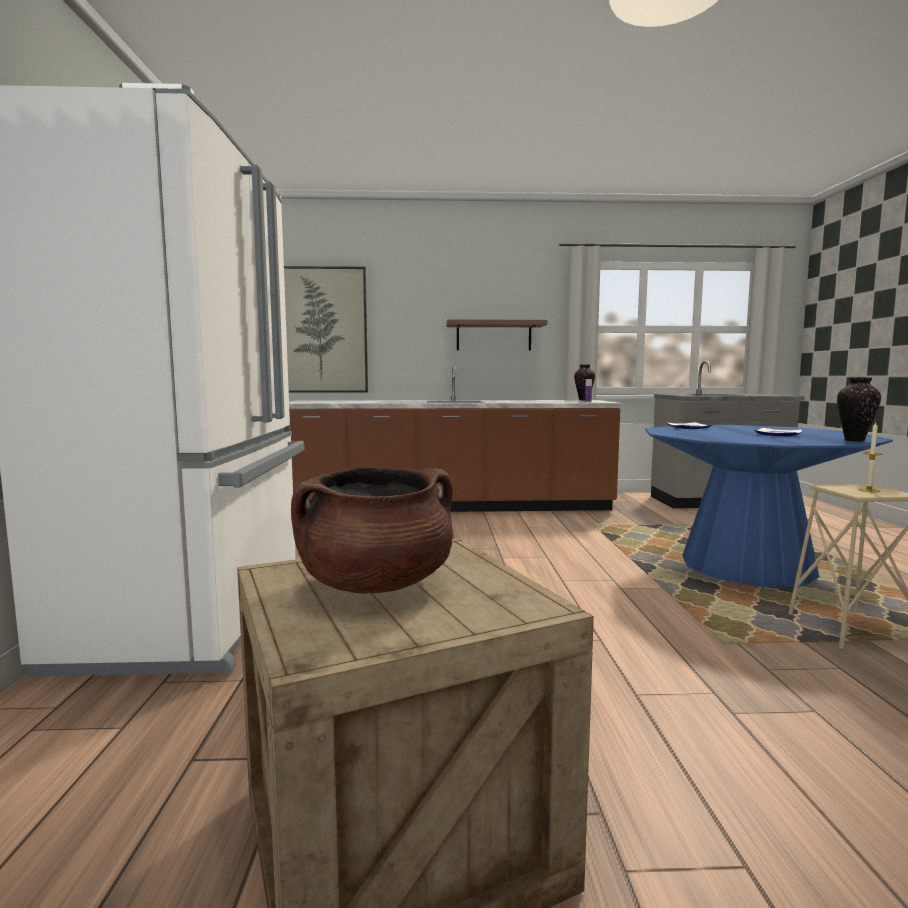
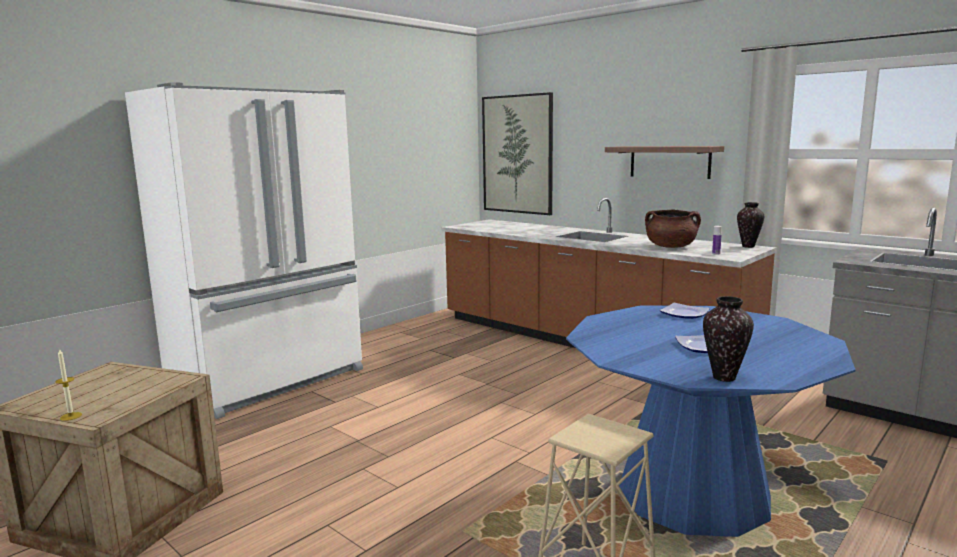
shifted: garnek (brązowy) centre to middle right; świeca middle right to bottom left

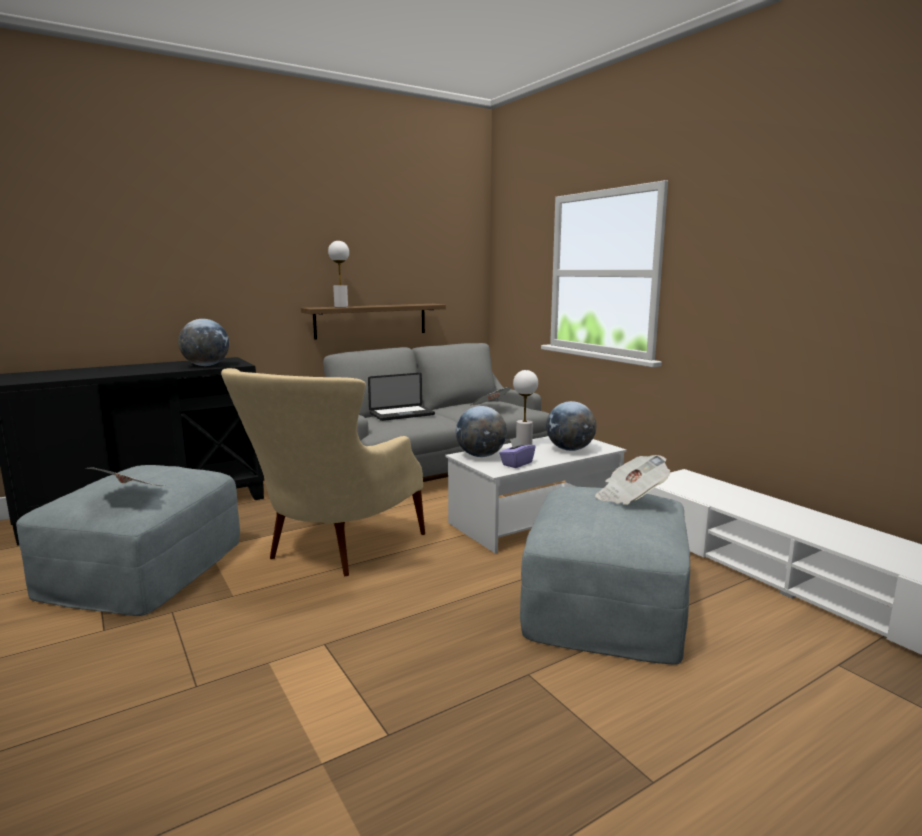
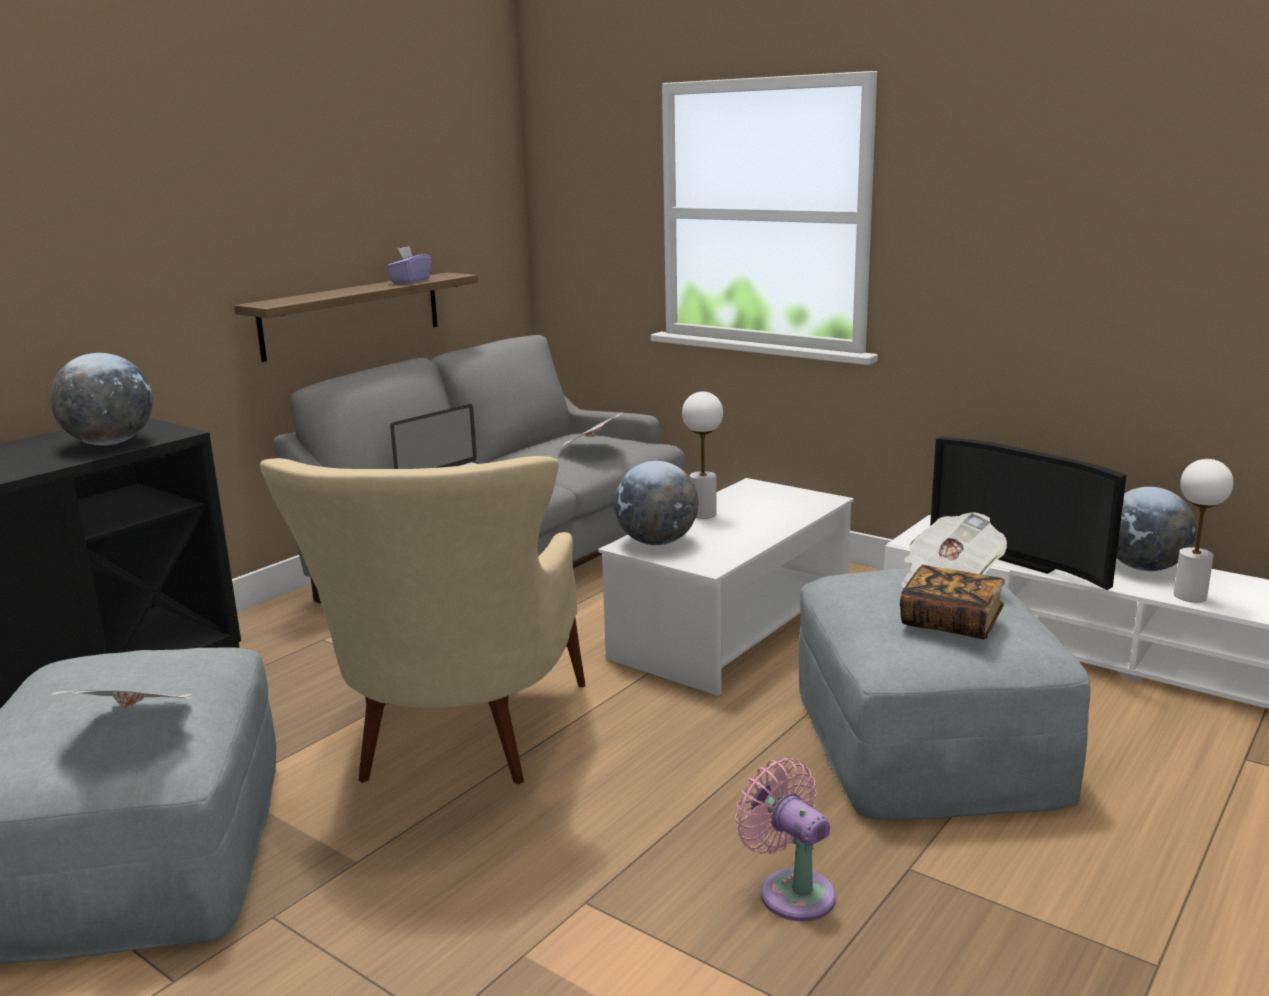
new: wentylator (różowy) bottom centre; książka middle right; telewizor middle right
shifted: lampa stołowa (biały) (no. 1 from left in the first image) top centre to lampa stołowa (biały) (no. 2 from left) middle right; pudełko chusteczek (fioletowy) centre to top left; globus (no. 3 from left) centre to middle right

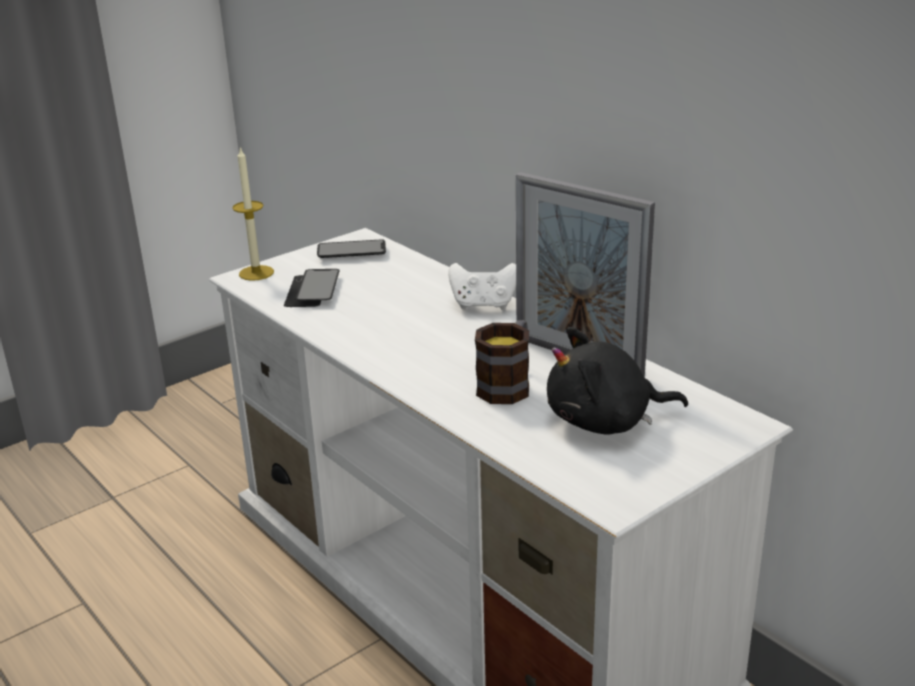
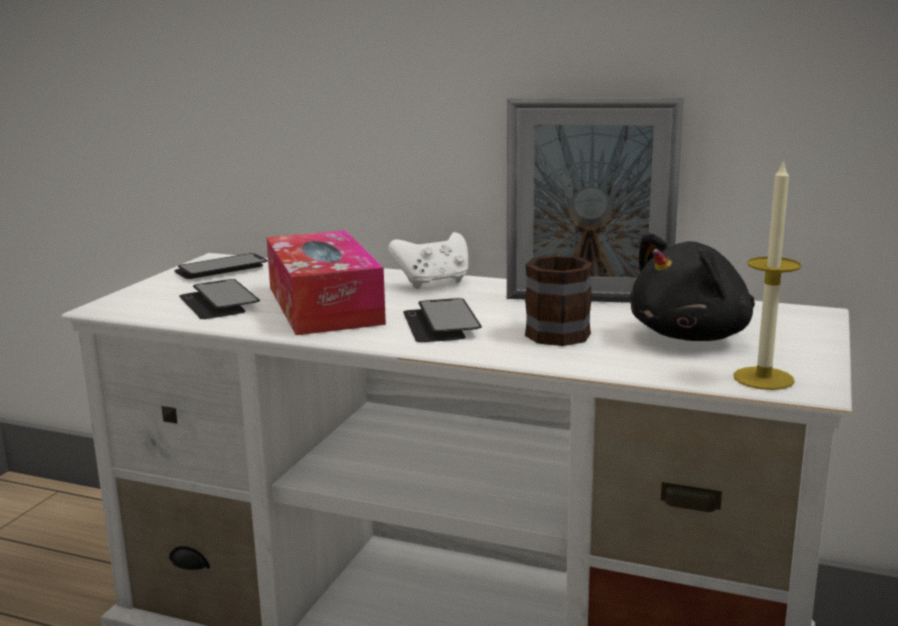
new: pudełko chusteczek centre; telefon (no. 3 from left) centre
shifted: świeca top left to middle right

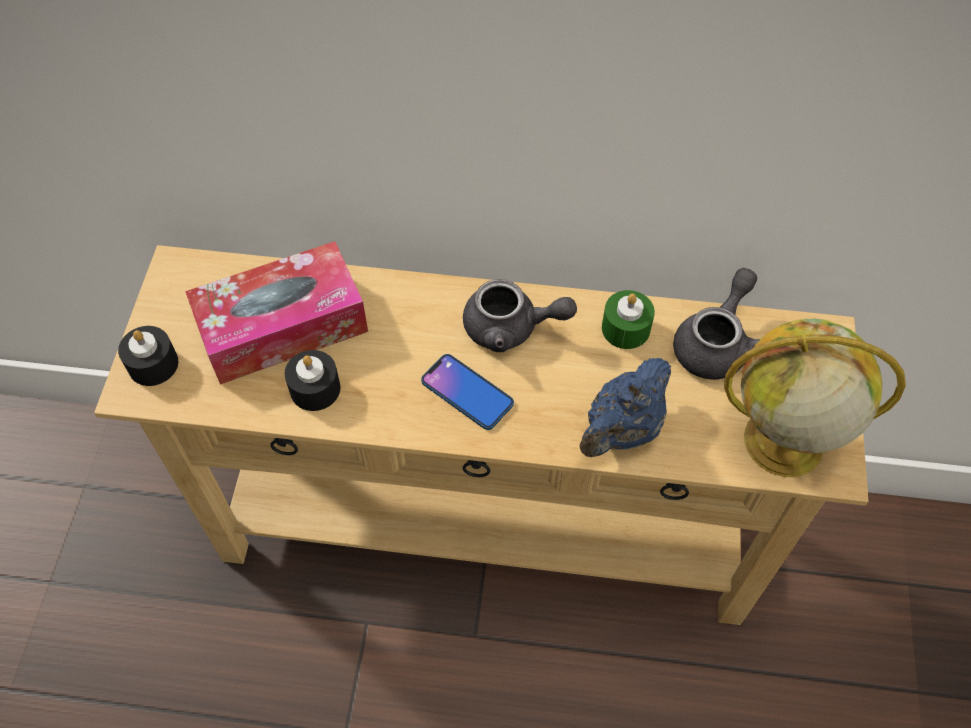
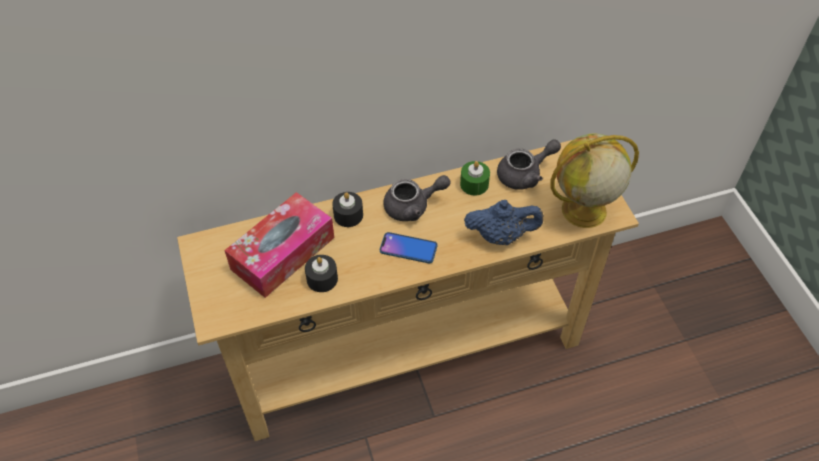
shifted: świeca (czarny) (no. 1 from left in the first image) middle left to świeca (czarny) (no. 2 from left) centre
rotated: imbryk (niebieski) centre = centre 105 degrees counterclockwise; imbryk (szary) (no. 2 from left) middle right = centre 60 degrees clockwise

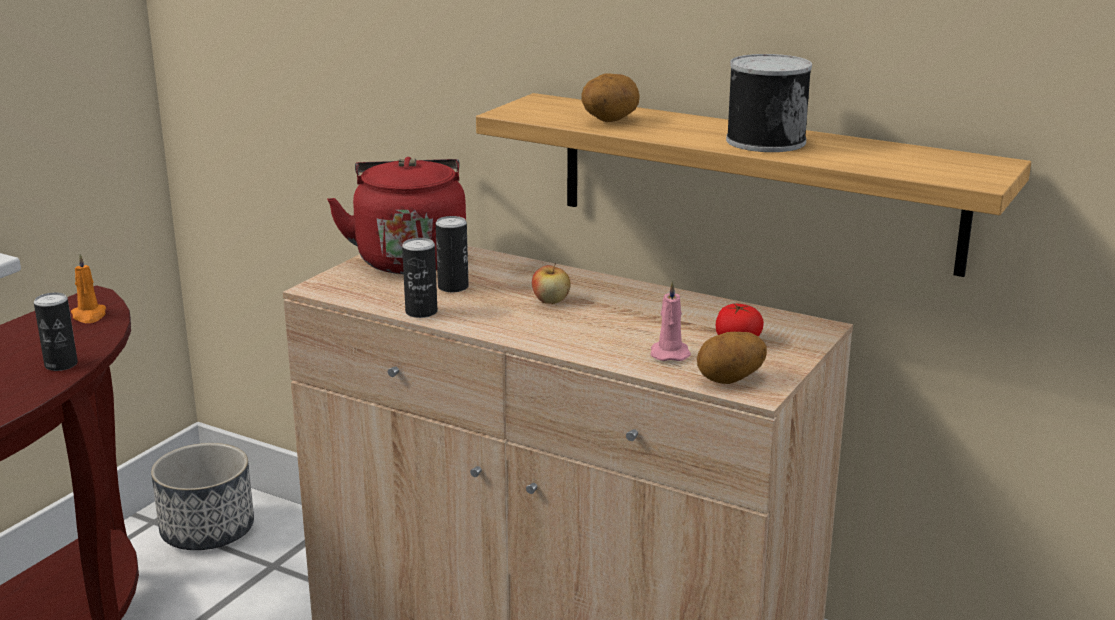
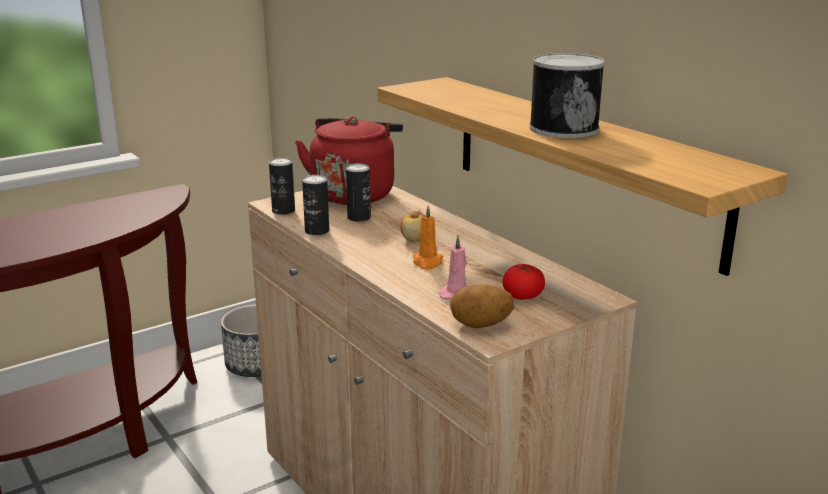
gone: ziemniak (no. 1 from left) top centre
shifted: puszka (no. 1 from left) middle left to centre; świeca (pomarańczowy) middle left to centre

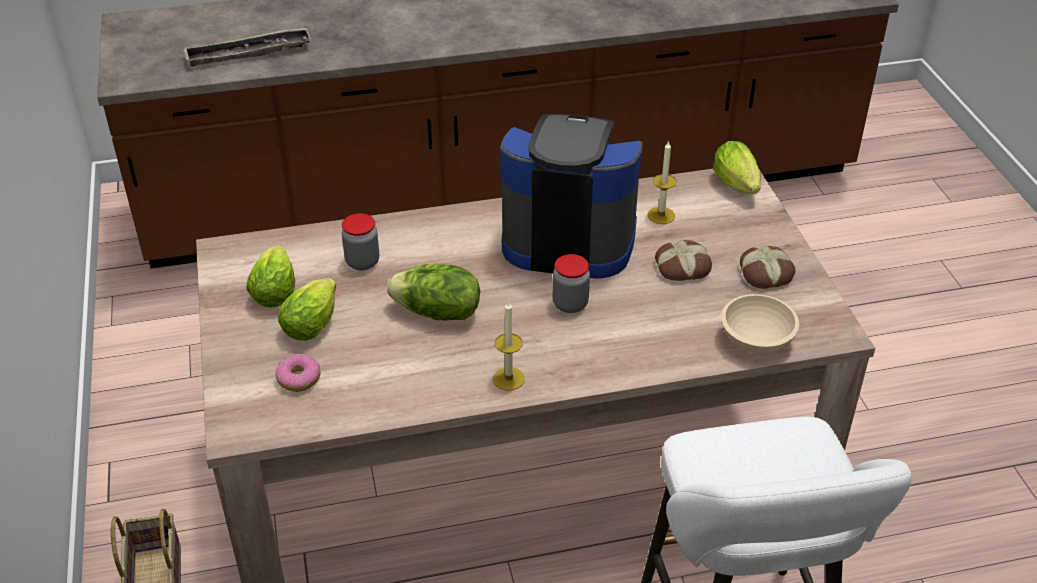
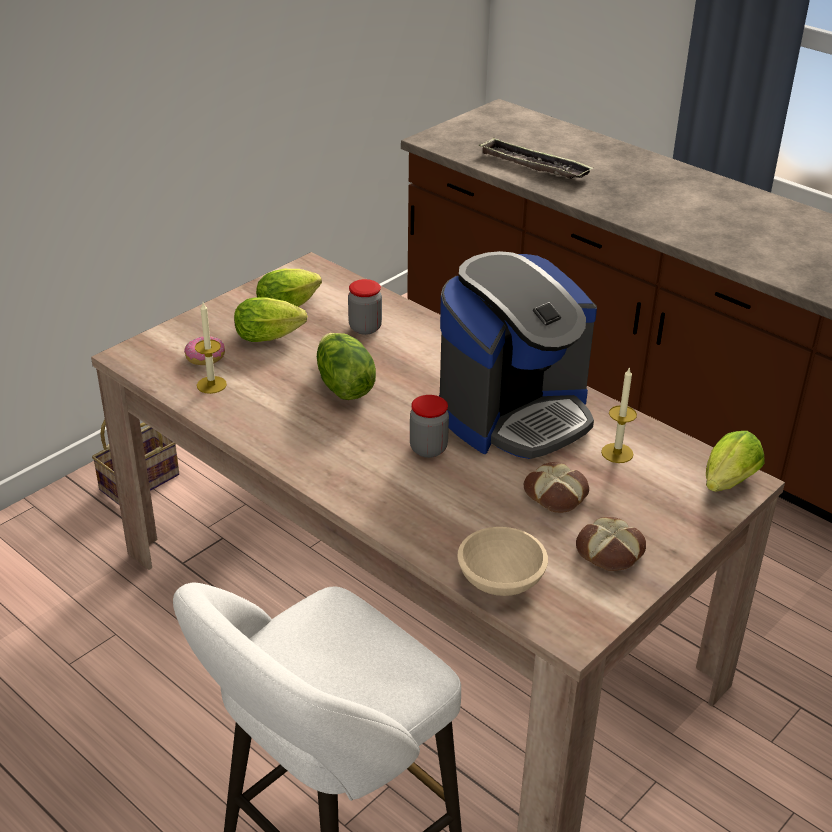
shifted: świeca (no. 1 from left) centre to middle left
rotated: ekspres do kawy centre = centre 75 degrees clockwise

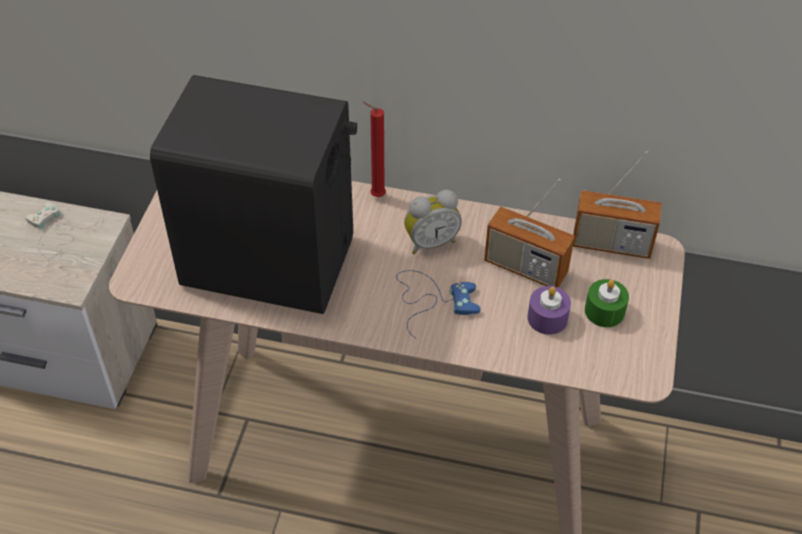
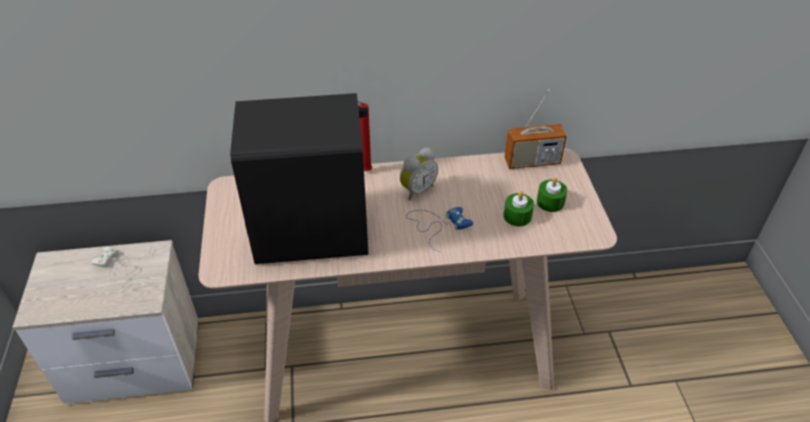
gone: radio (no. 1 from left) centre
repainted: świeca (fioletowy) middle right to świeca (zielony) (no. 1 from left) centre

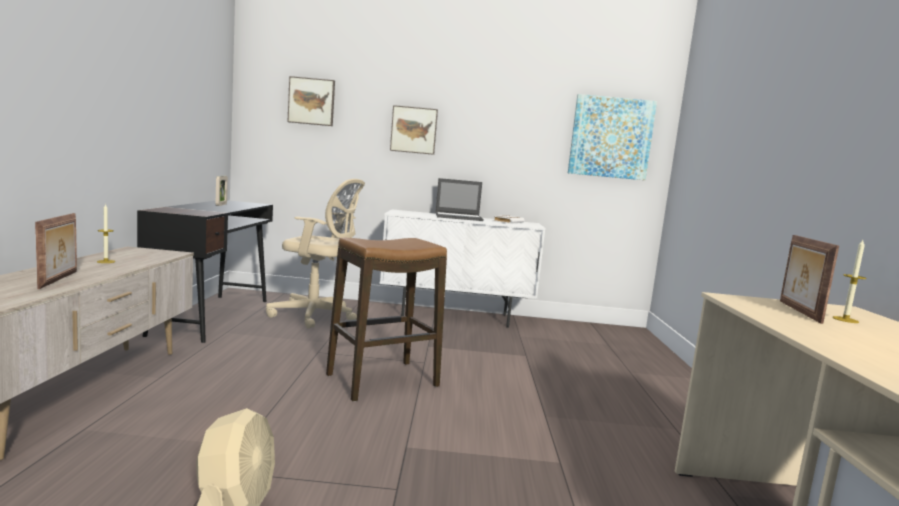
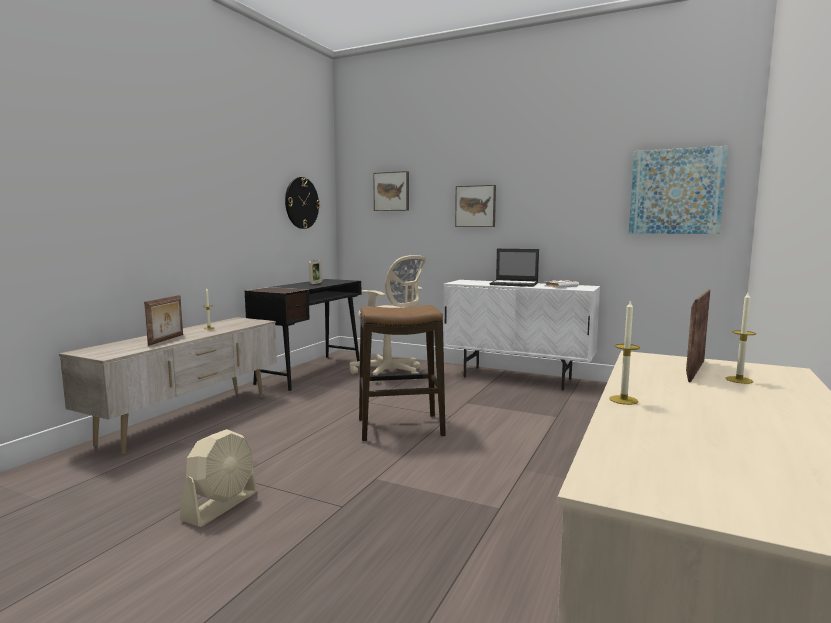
new: zegar ścienny top centre; świeca (no. 2 from left) middle right

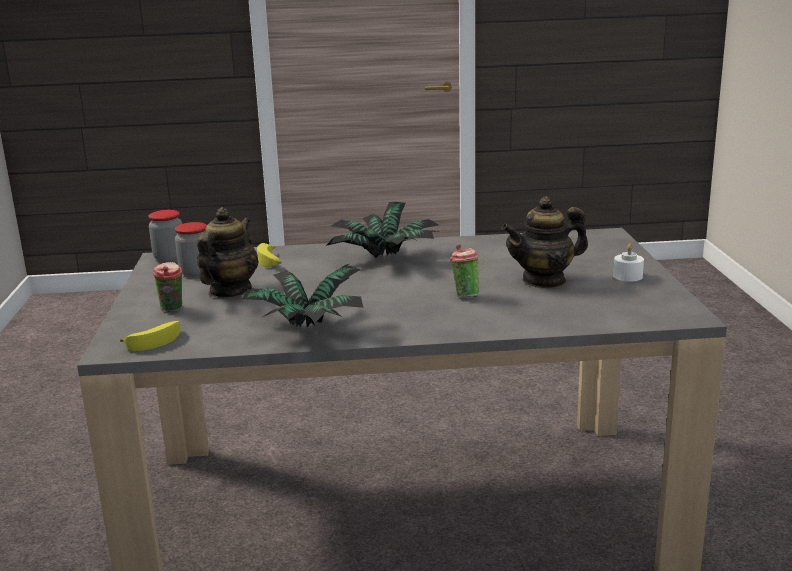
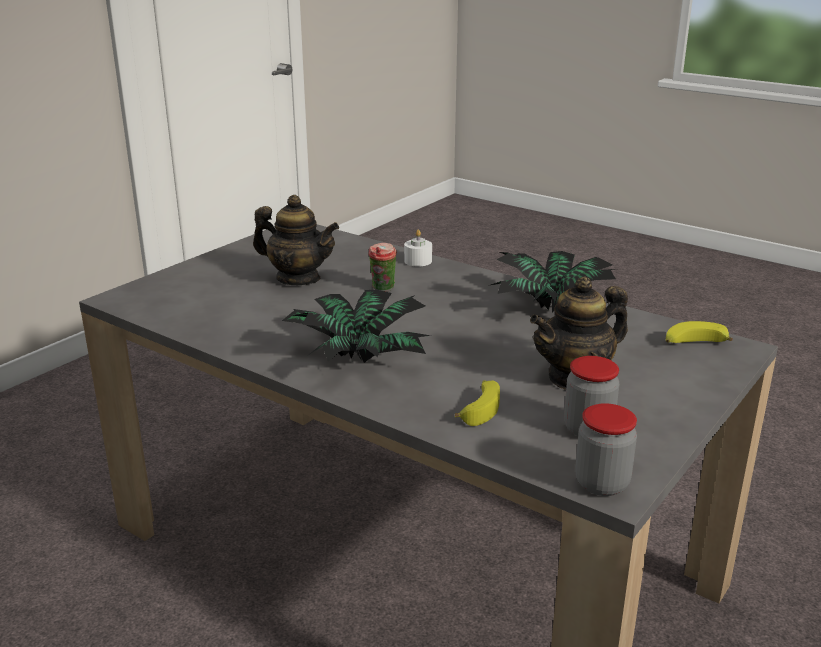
gone: filiżanka (no. 1 from left) middle left
shifted: świeca (biały) middle right to centre

